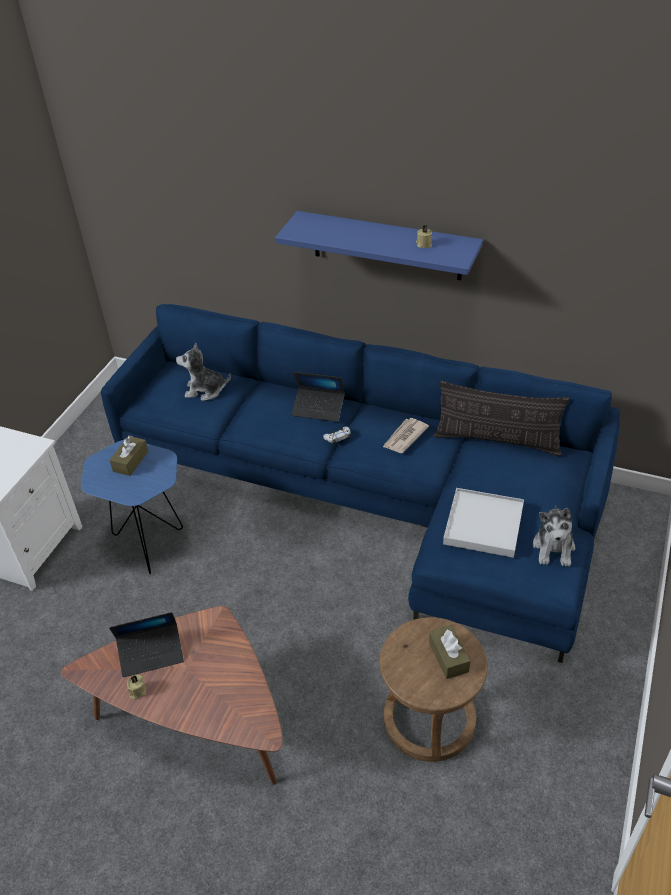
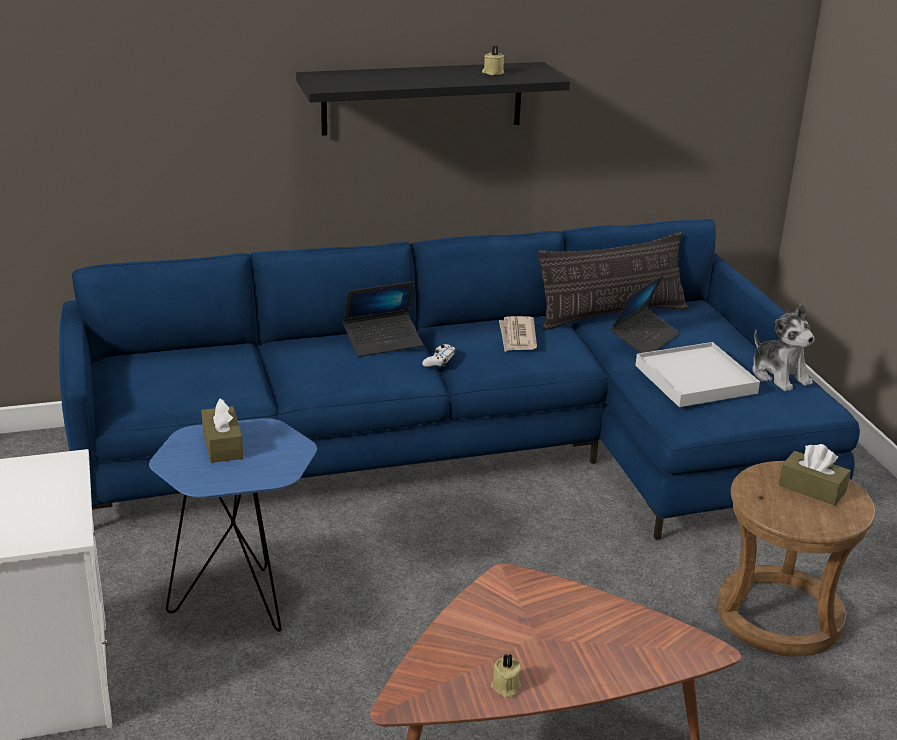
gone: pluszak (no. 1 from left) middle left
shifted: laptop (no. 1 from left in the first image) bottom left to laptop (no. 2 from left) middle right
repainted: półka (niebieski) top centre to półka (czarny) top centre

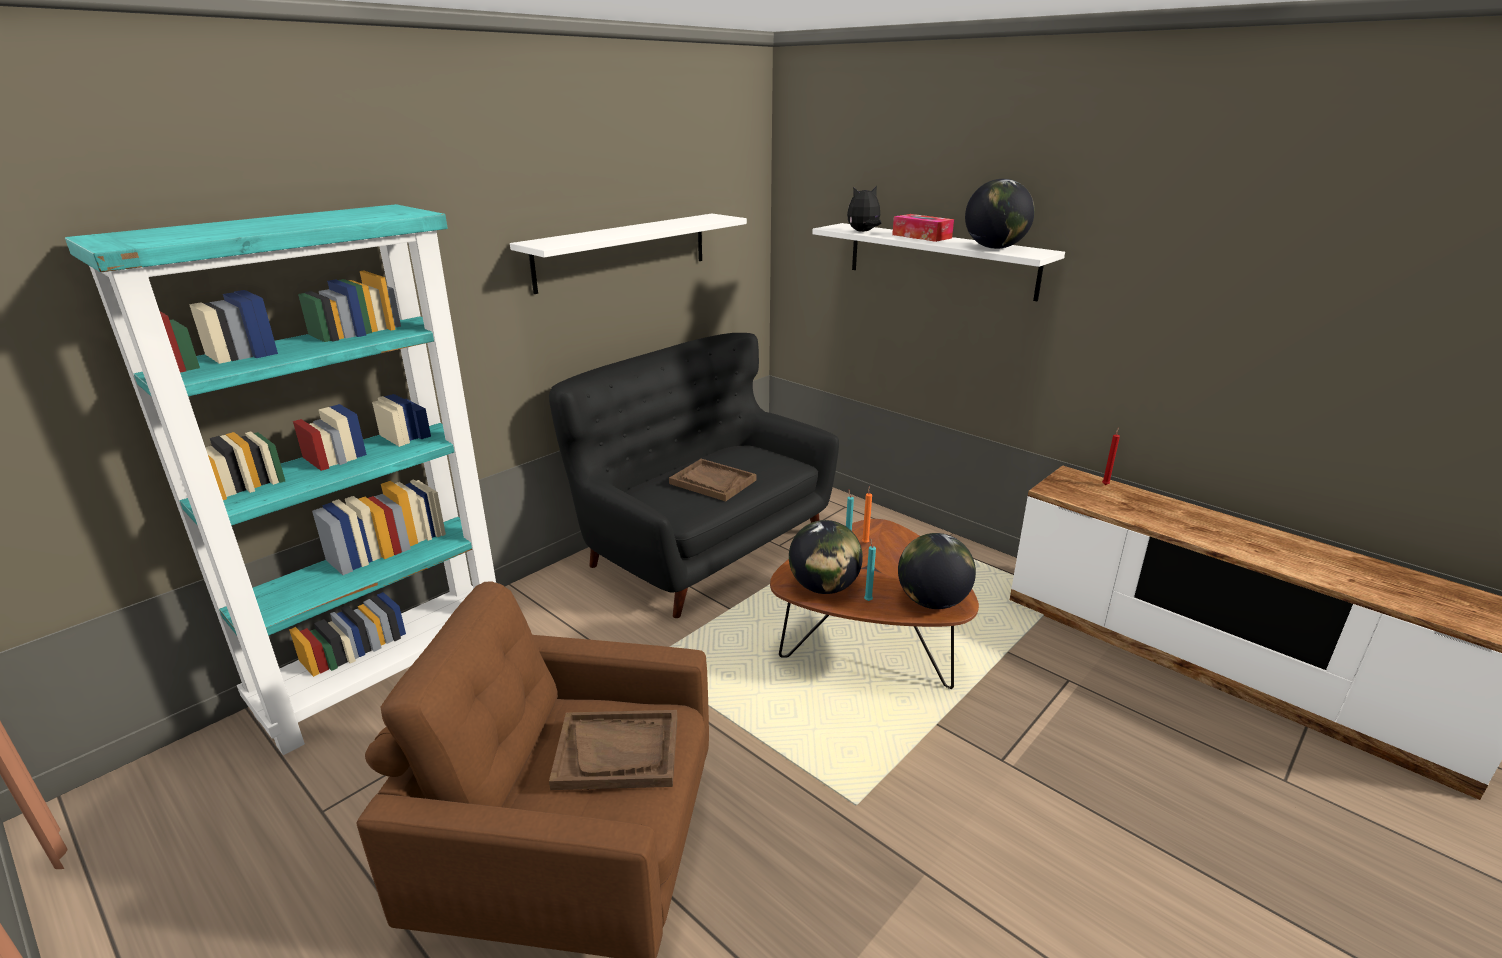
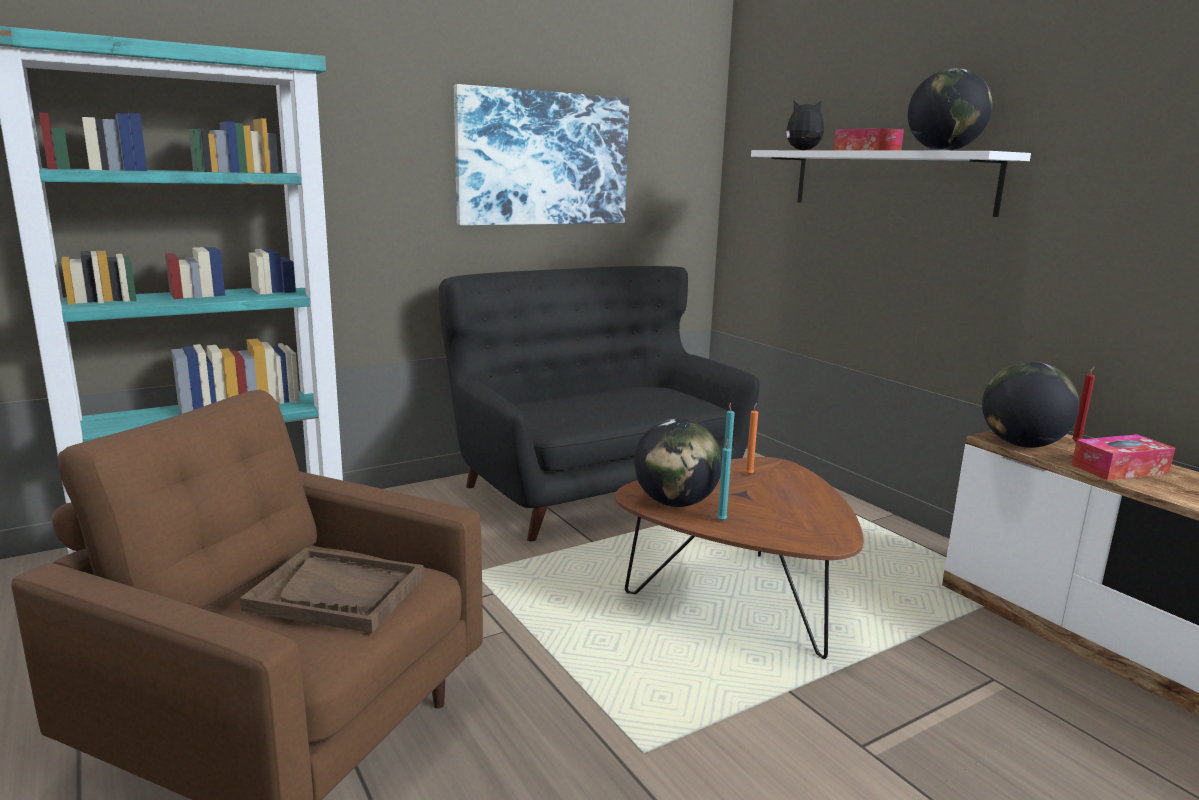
gone: taca (brązowy) (no. 2 from left) centre
new: pudełko chusteczek (no. 2 from left) middle right
shifted: globus (no. 2 from left in the first image) centre to globus (no. 3 from left) middle right
swapped: półka (biały) (no. 1 from left) top centre to obraz top centre

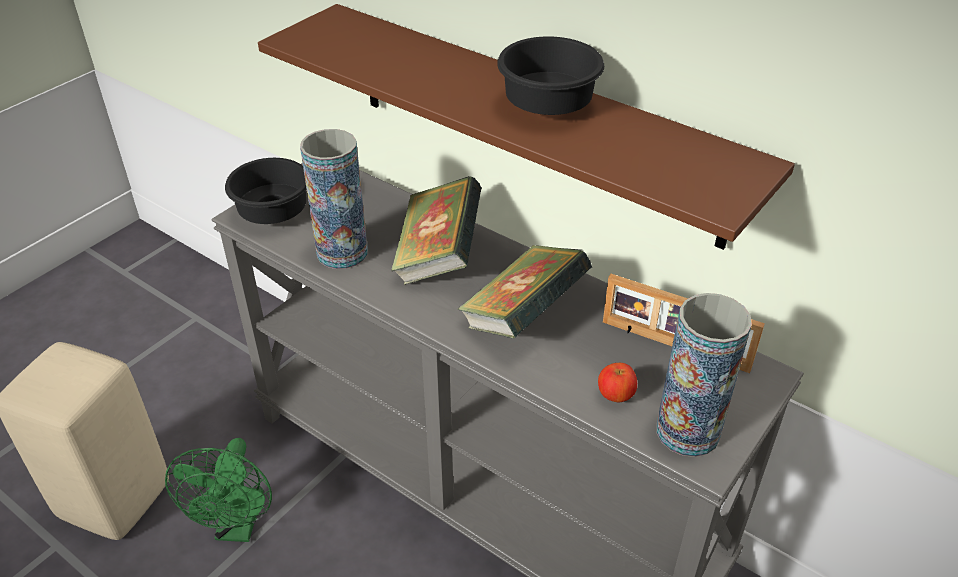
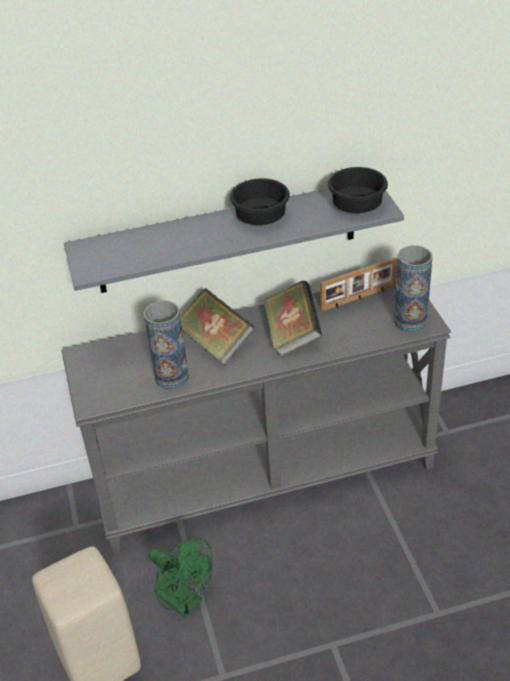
gone: jabłko centre
shifted: miska (czarny) (no. 1 from left in the first image) top left to miska (czarny) (no. 2 from left) top right
repainted: półka (brązowy) top centre to półka (szary) centre

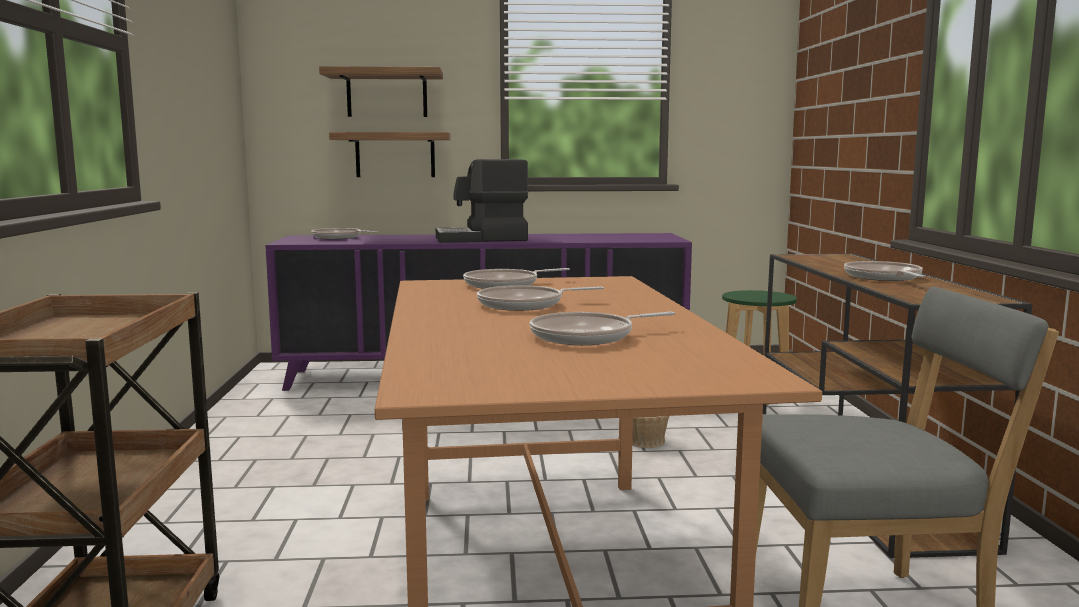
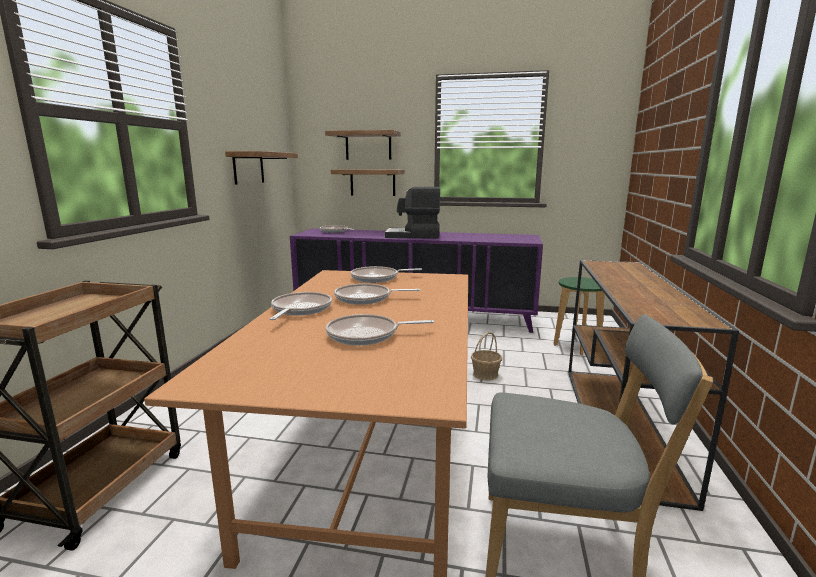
new: półka (no. 1 from left) top left
shifted: patelnia (no. 5 from left in the first image) middle right to patelnia (no. 1 from left) centre

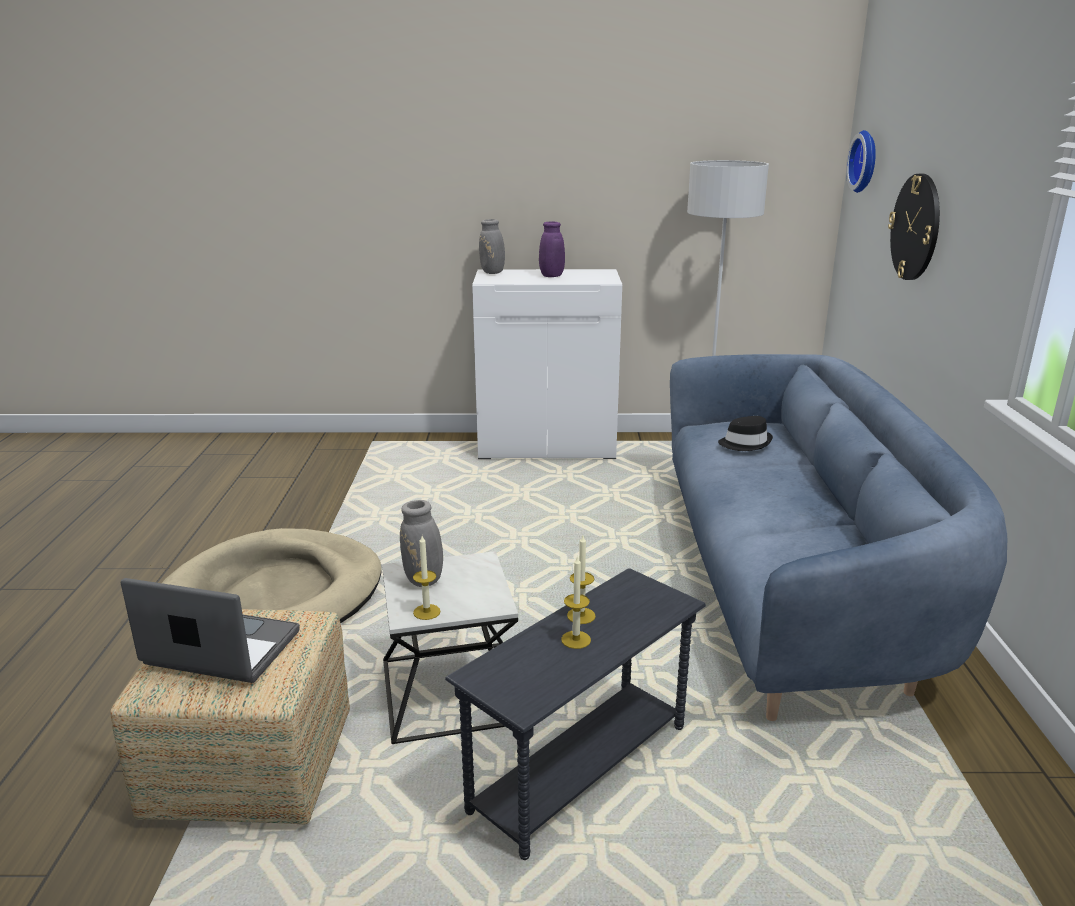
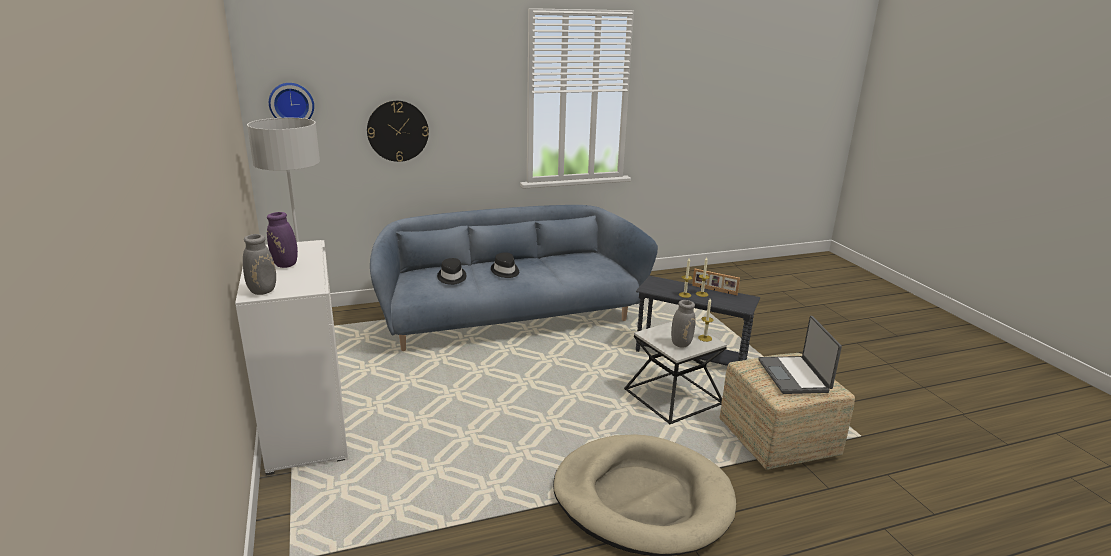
new: kapelusz (czarny) (no. 2 from left) centre; ramka na zdjęcie centre

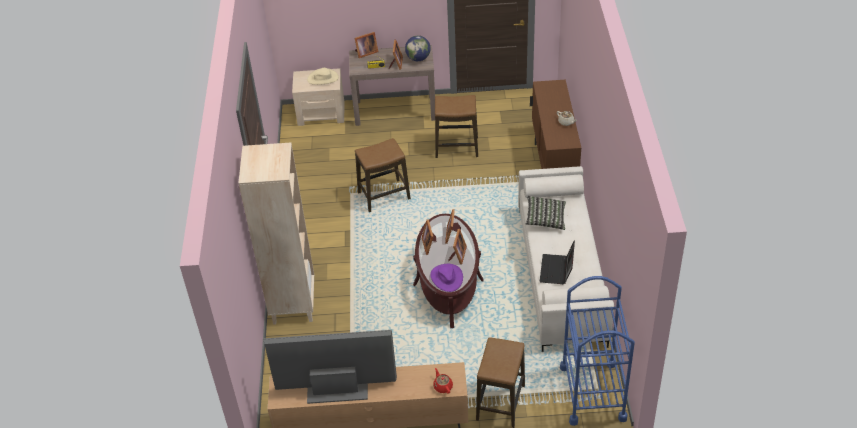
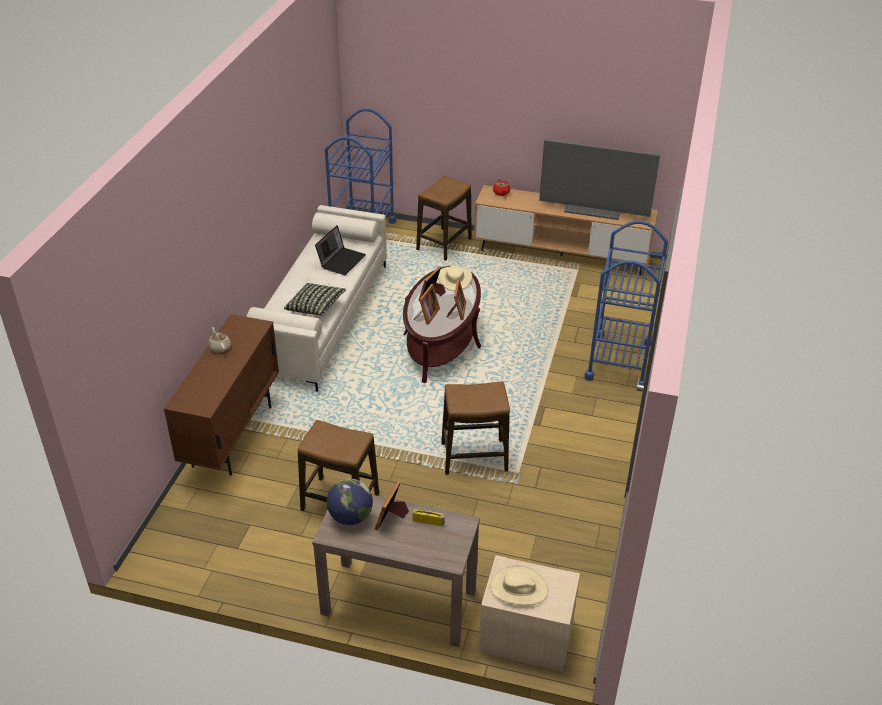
gone: ramka na zdjęcie (no. 1 from left) top centre
swapped: regał (beżowy) middle left to wózek (niebieski) (no. 2 from left) middle right
repainted: kapelusz (fioletowy) centre to kapelusz (beżowy) (no. 1 from left) centre

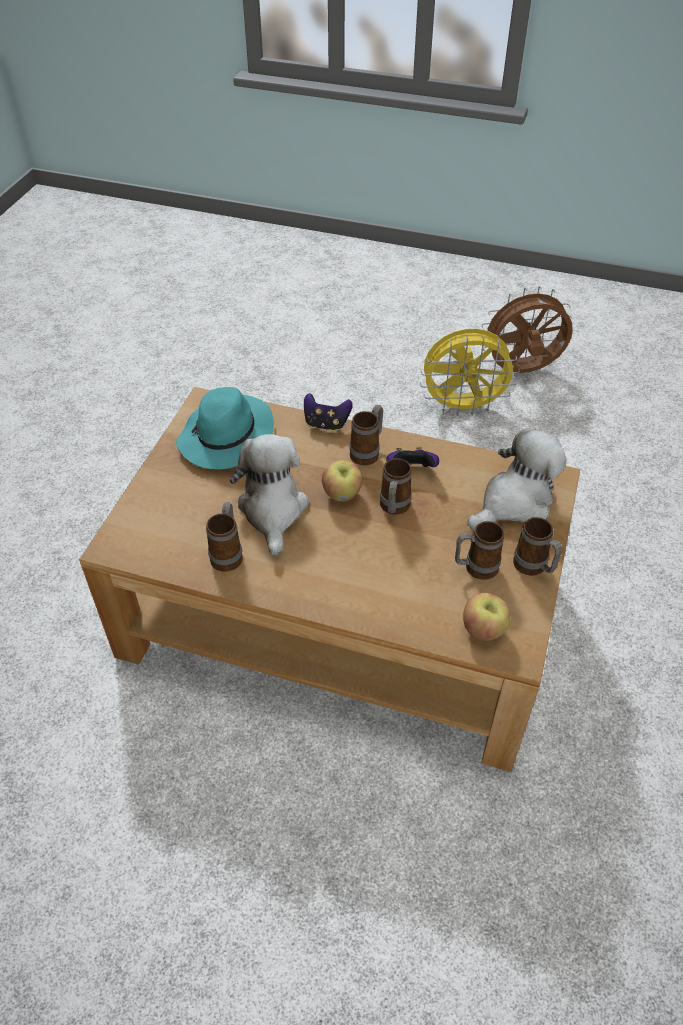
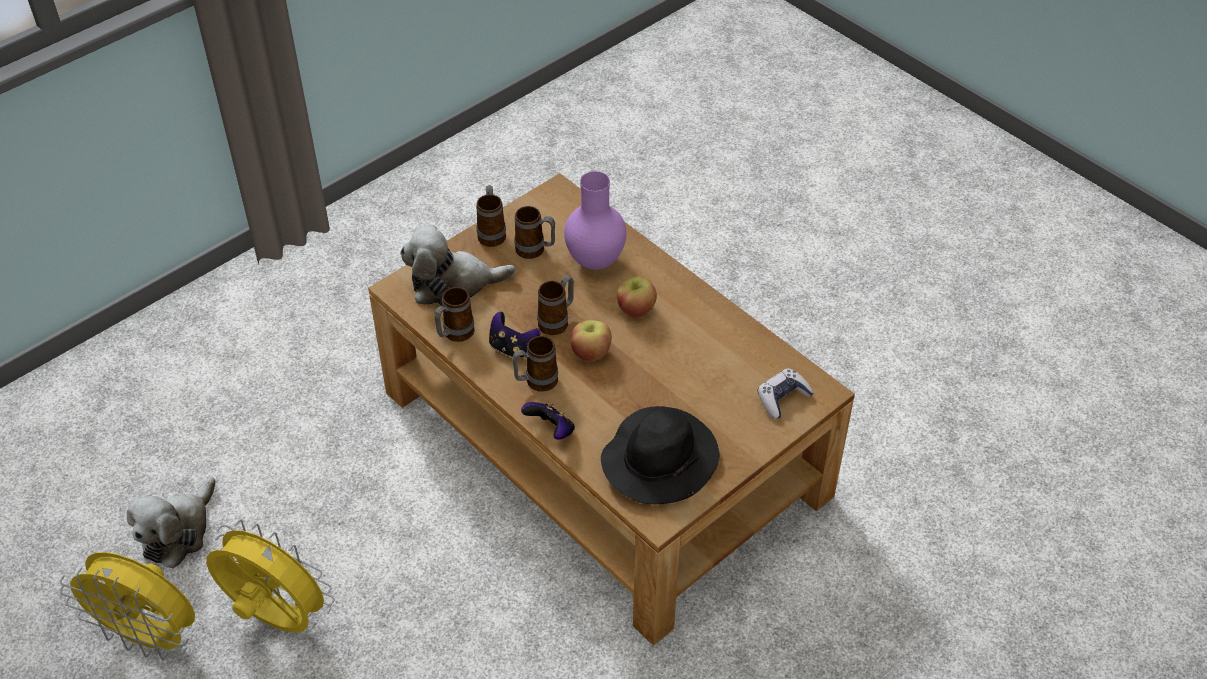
new: wazon (fioletowy) top centre; pad do gier (no. 3 from left) centre
shifted: kubek (no. 1 from left) middle left to centre; pluszak (no. 1 from left) centre to bottom left; jabłko (no. 2 from left) middle right to centre
repainted: kapelusz (turkusowy) middle left to kapelusz (czarny) bottom centre; wentylator (brązowy) top right to wentylator (żółty) (no. 1 from left) bottom left

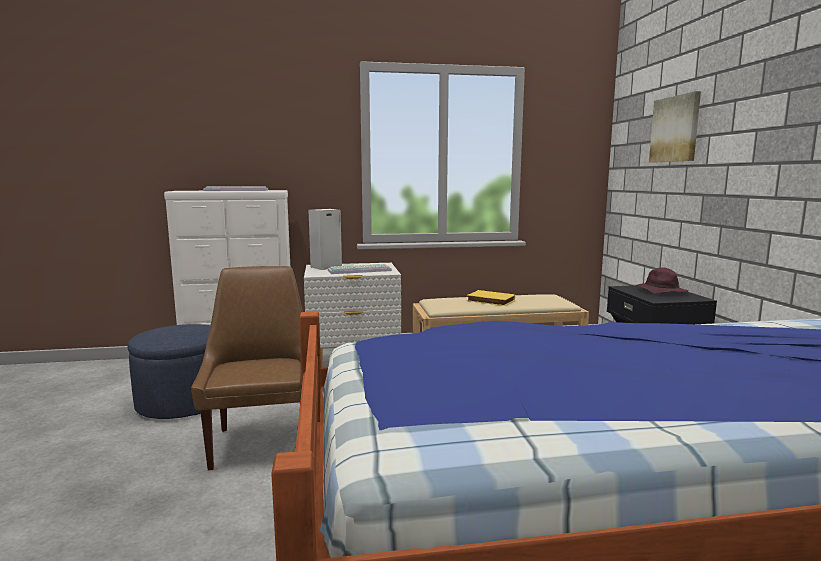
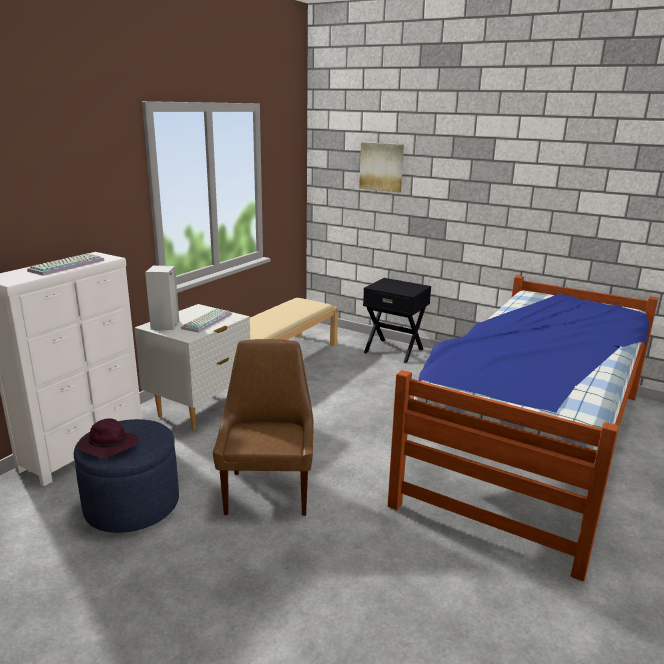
gone: książka (żółty) centre
shifted: kapelusz (fioletowy) middle right to middle left
rotated: krzesło (brązowy) middle left = centre 60 degrees clockwise

